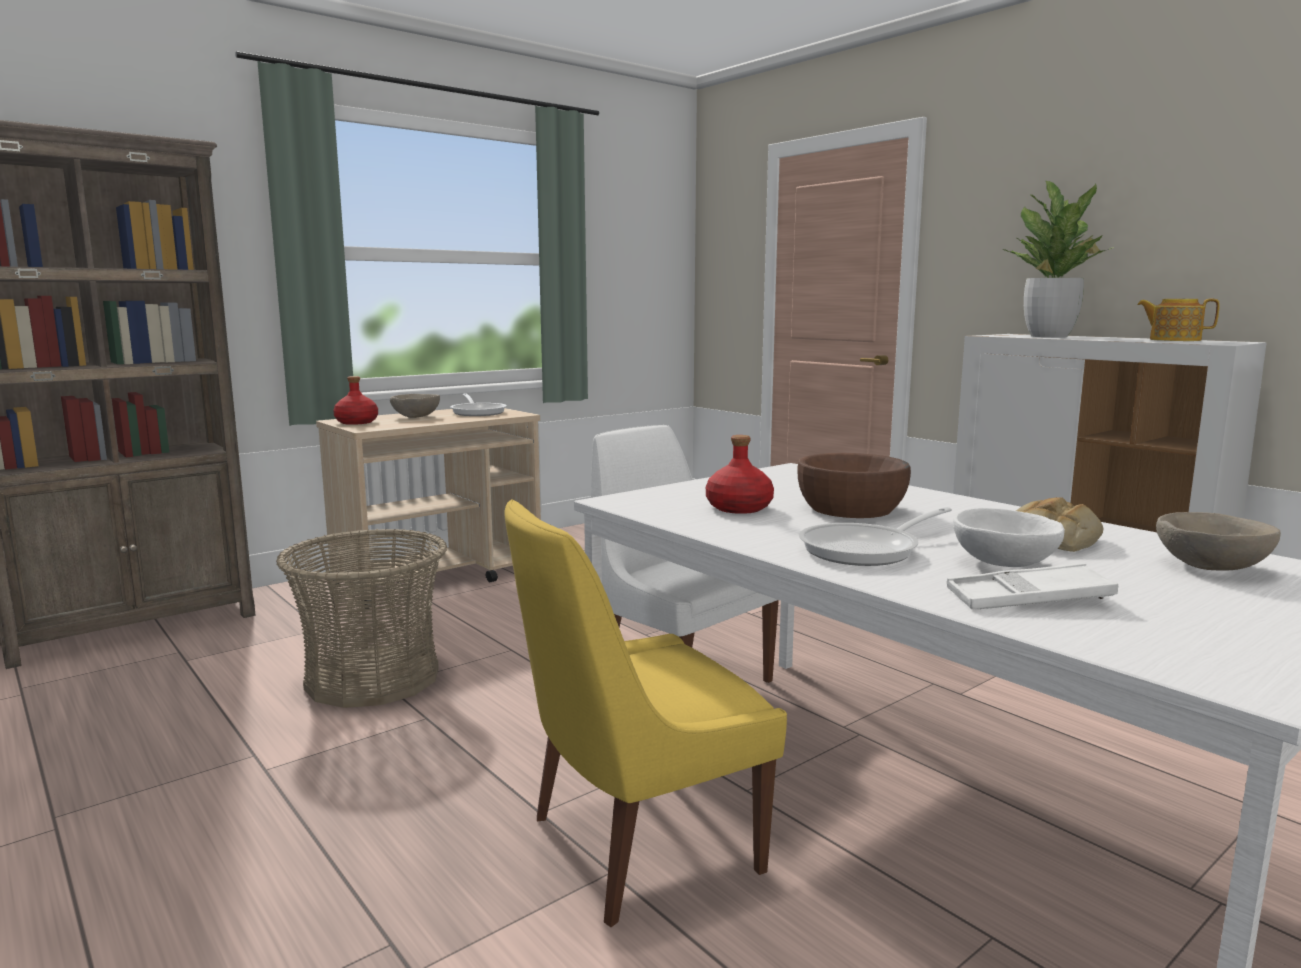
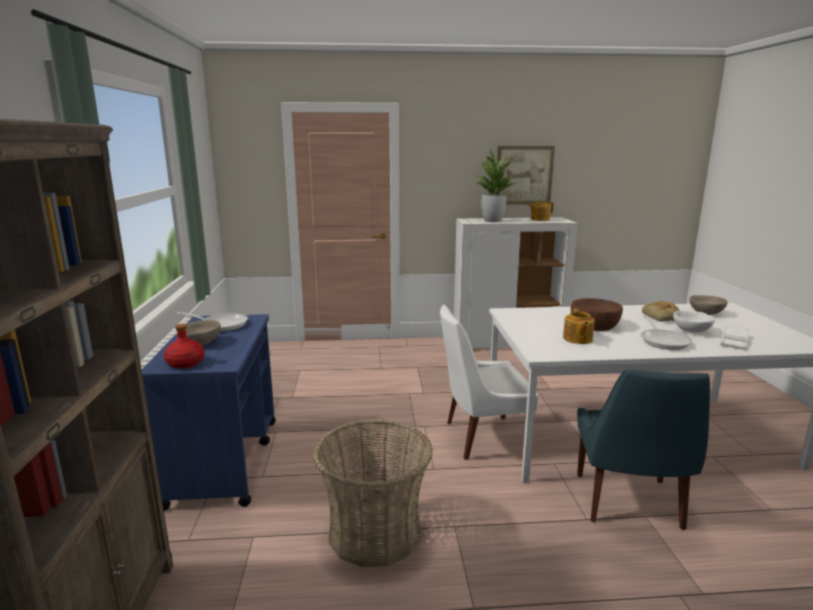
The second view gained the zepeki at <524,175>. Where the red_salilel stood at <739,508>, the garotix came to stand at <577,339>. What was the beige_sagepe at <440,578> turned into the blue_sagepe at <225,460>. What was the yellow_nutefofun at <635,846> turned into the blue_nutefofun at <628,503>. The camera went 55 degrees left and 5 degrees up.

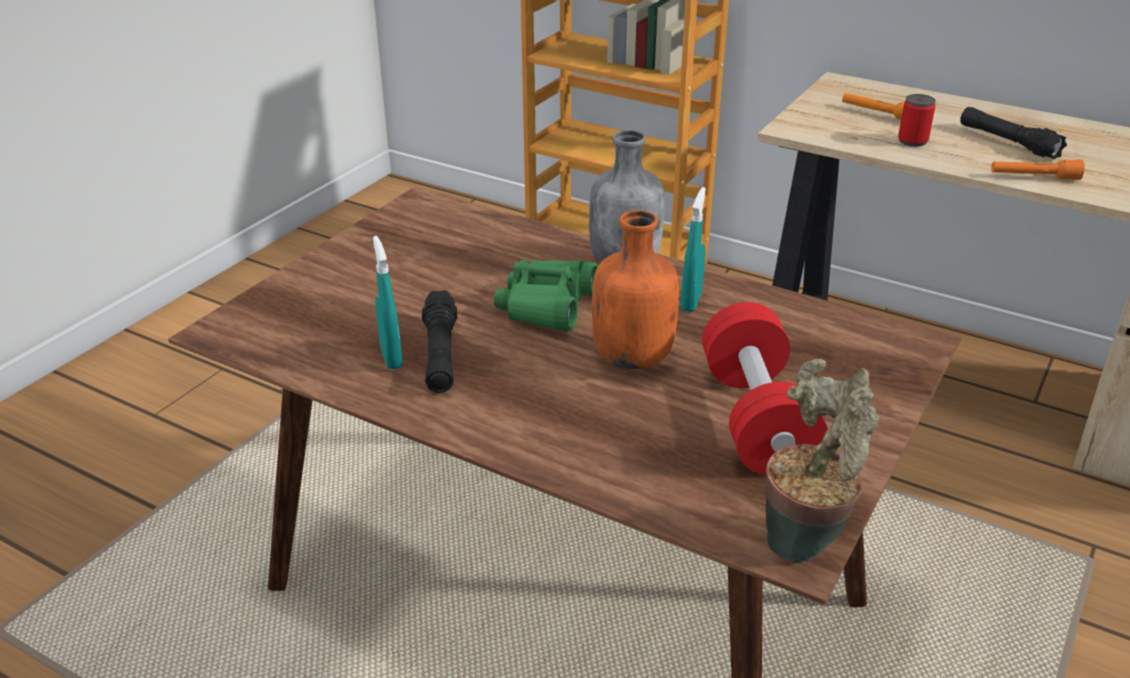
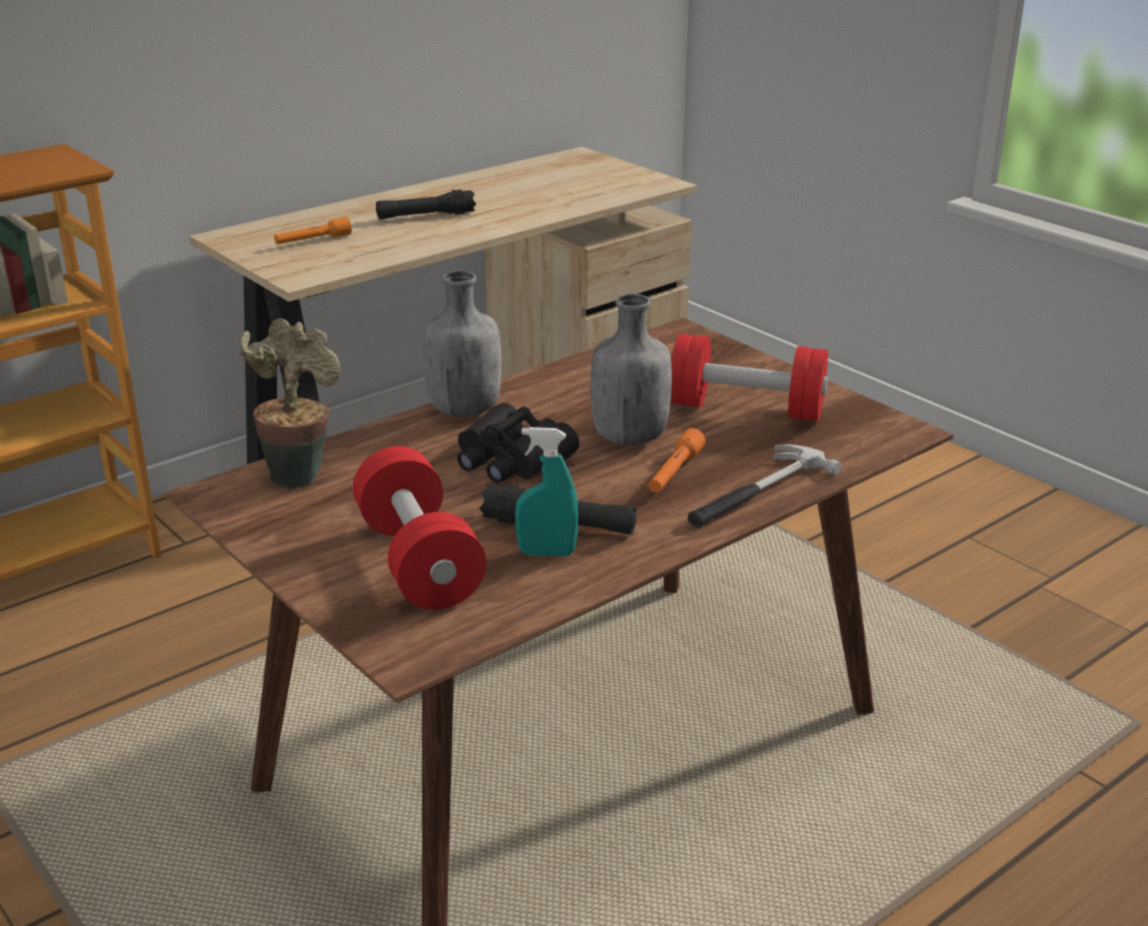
The second view lost the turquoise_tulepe at <691,302>. The second view lost the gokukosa at <912,141>. The second view gained the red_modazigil at <419,561>. The second view gained the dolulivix at <756,493>. The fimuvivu ended up elsewhere, having gone from <807,542> to <299,472>. The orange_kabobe ended up elsewhere, having gone from <1034,177> to <674,473>. What was the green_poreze at <547,306> turned into the black_poreze at <511,459>. What was the orange_salilel at <633,357> turned into the grey_salilel at <628,437>. The camera went 70 degrees left and 5 degrees down.

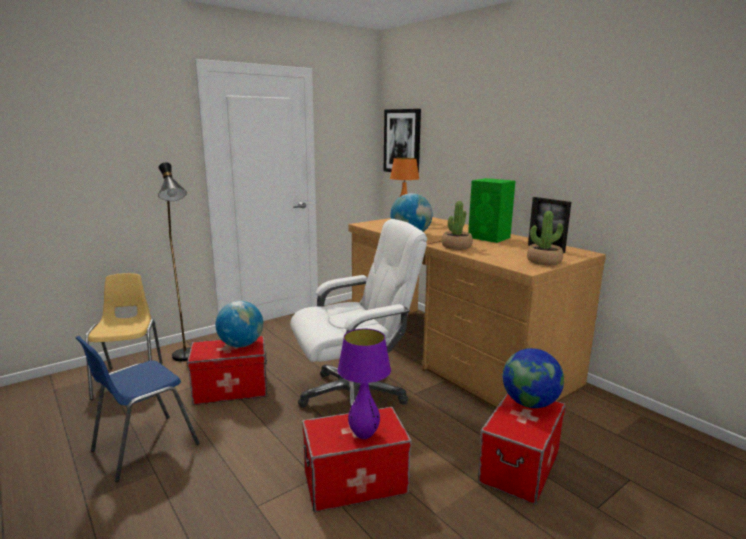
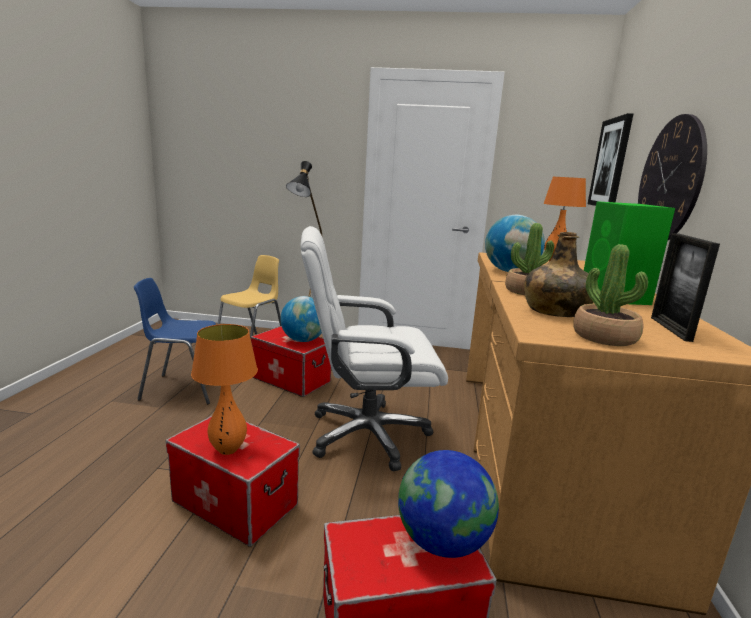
The second view gained the green_salilel at <554,311>. The second view gained the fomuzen at <670,180>. What was the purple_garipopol at <363,435> turned into the orange_garipopol at <228,450>. The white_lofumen at <354,395> ended up facing another way, 150 degrees clockwise from before. The camera went 45 degrees right and 0 degrees up.

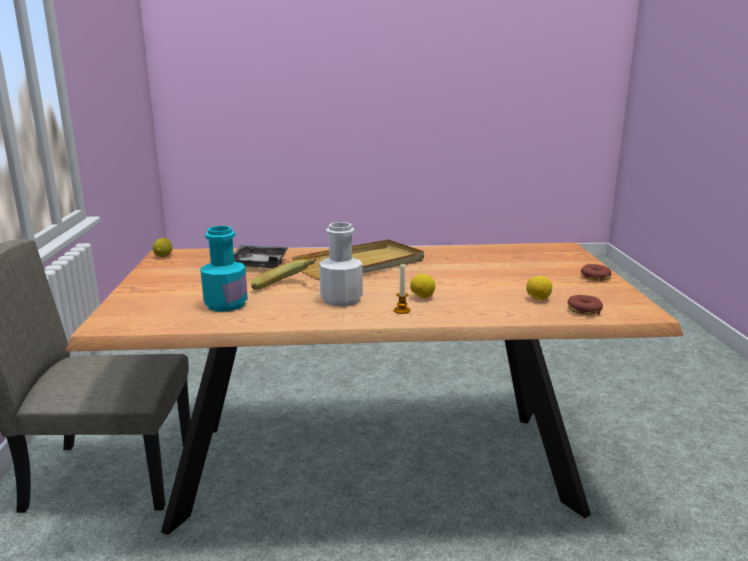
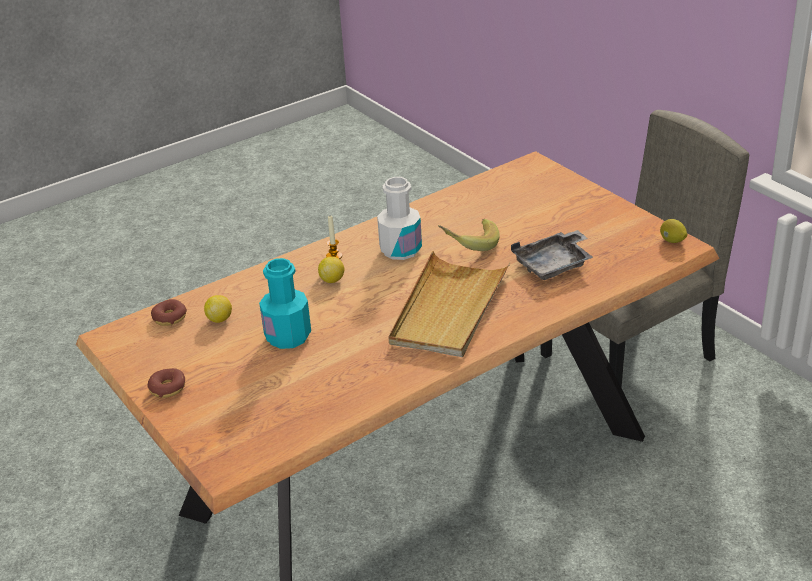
The turquoise_salilel ended up elsewhere, having gone from <226,304> to <288,336>. The camera went 150 degrees right and 15 degrees up.

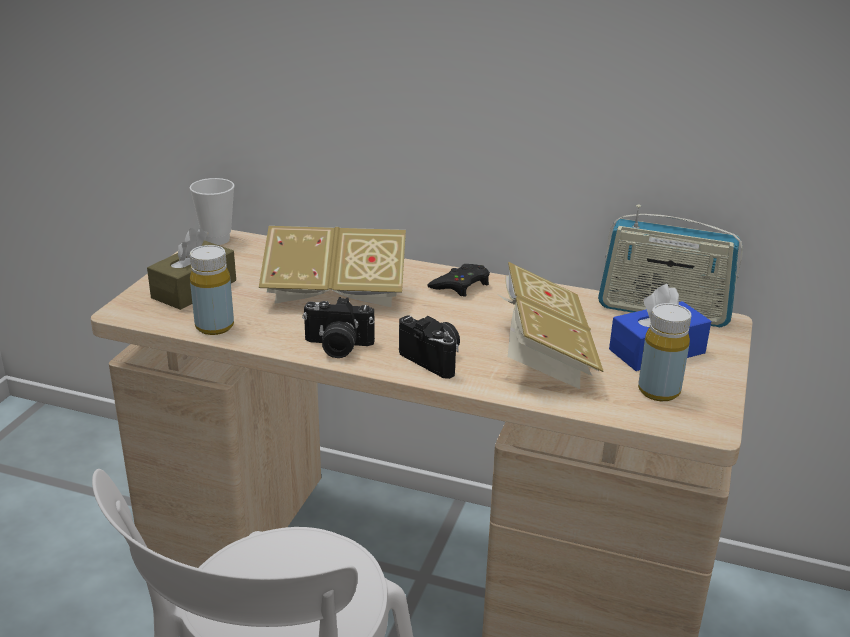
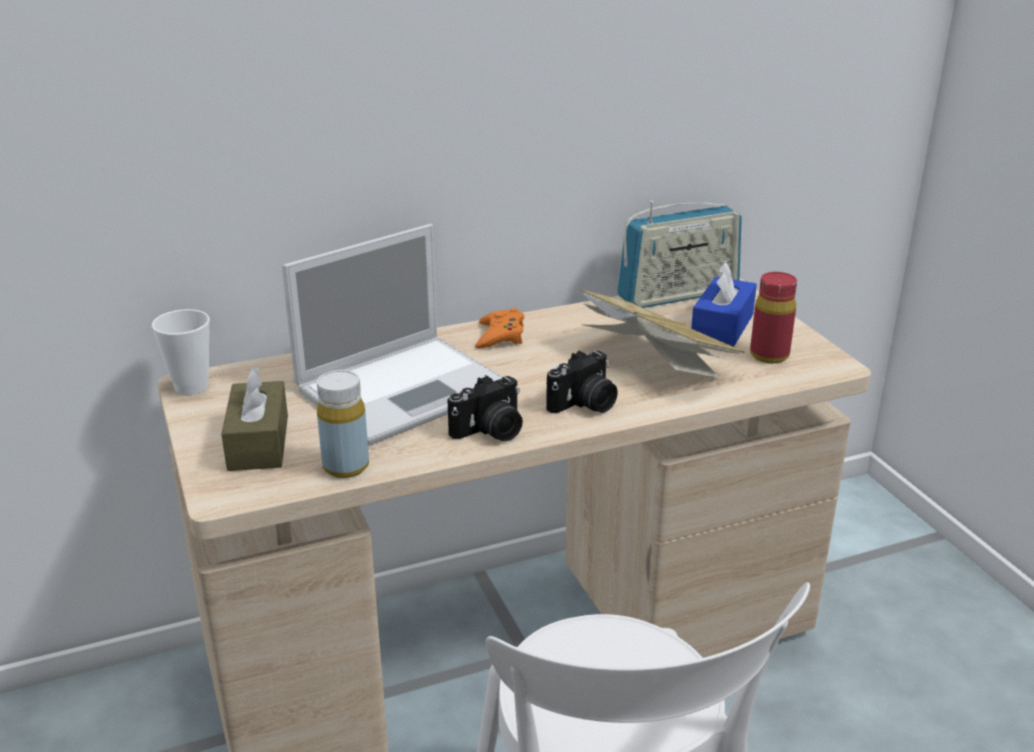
Where the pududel stood at <335,294>, the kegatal came to stand at <406,388>. What was the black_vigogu at <461,285> turned into the orange_vigogu at <500,336>. What was the yellow_salilel at <658,391> turned into the red_salilel at <769,355>. The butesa at <435,359> ended up facing another way, 135 degrees clockwise from before. The camera went 40 degrees left and 0 degrees up.

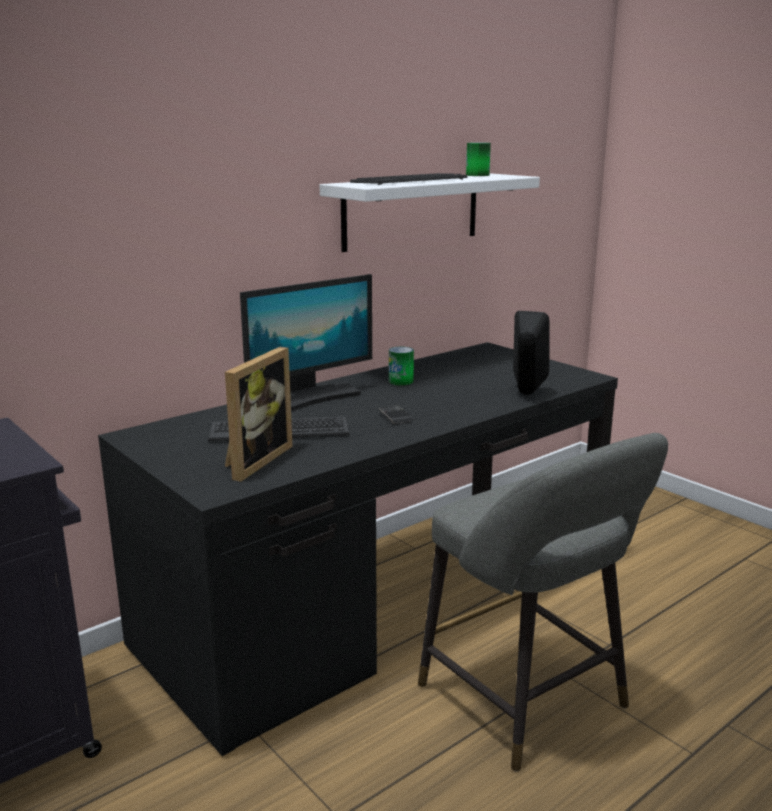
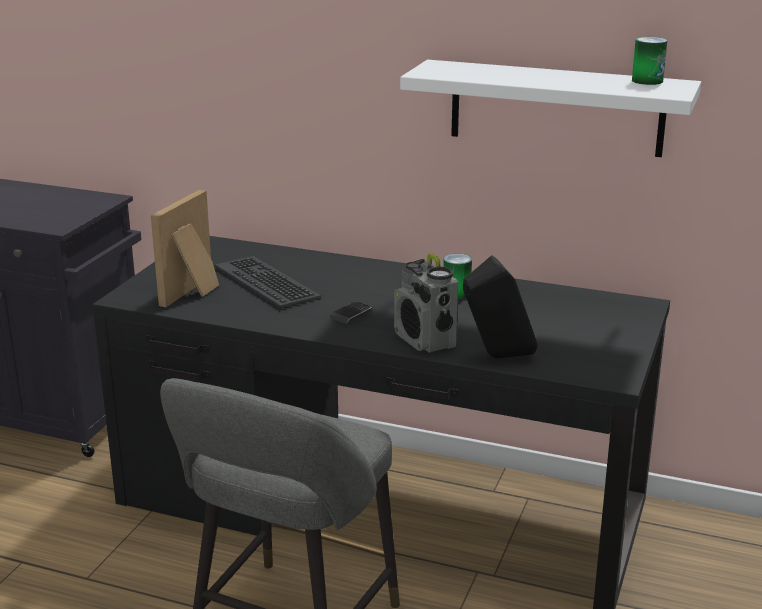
The second view lost the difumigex at <311,398>. The second view lost the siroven at <409,180>. The second view gained the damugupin at <425,341>. The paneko at <253,460> ended up facing another way, 120 degrees clockwise from before. The camera went 60 degrees right and 5 degrees up.

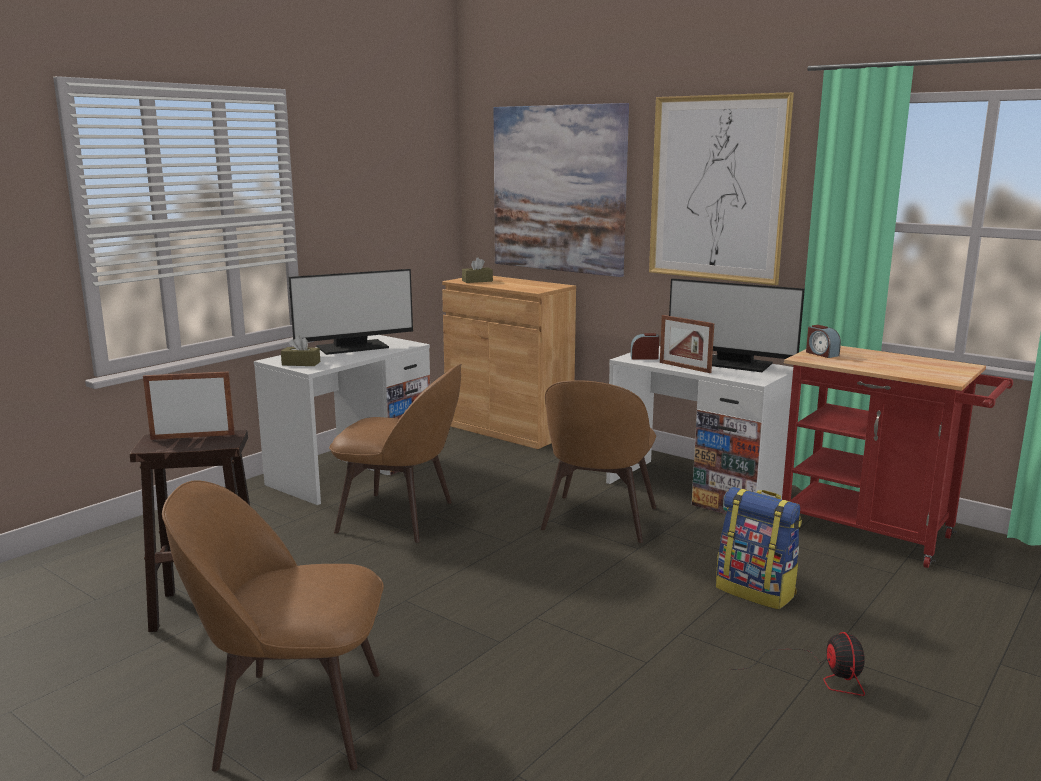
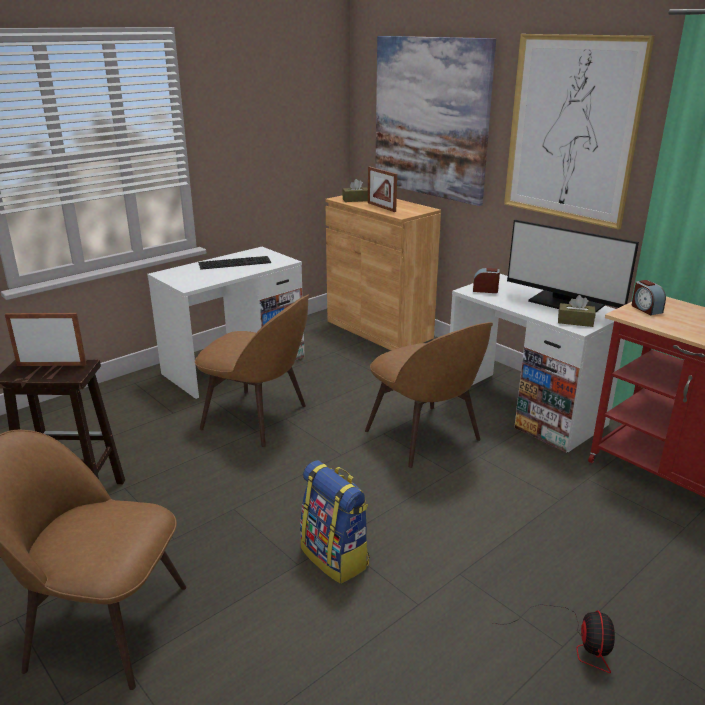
The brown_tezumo ended up elsewhere, having gone from <301,363> to <575,321>. The paneko ended up elsewhere, having gone from <684,367> to <381,207>. The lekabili ended up elsewhere, having gone from <756,591> to <336,557>. Where the difumigex stood at <353,347>, the siroven came to stand at <235,262>. The brown_nutefofun at <598,520> ended up facing another way, 60 degrees counterclockwise from before. The camera went 10 degrees right and 10 degrees up.

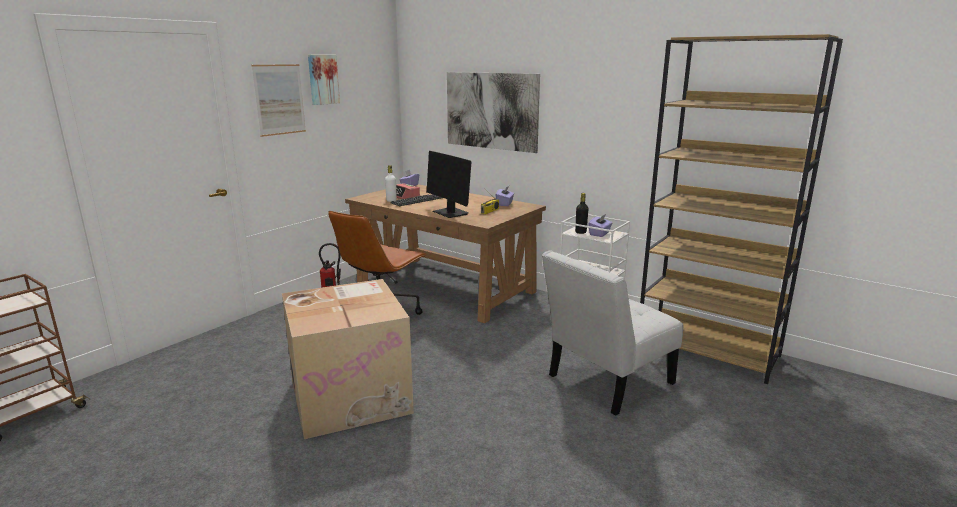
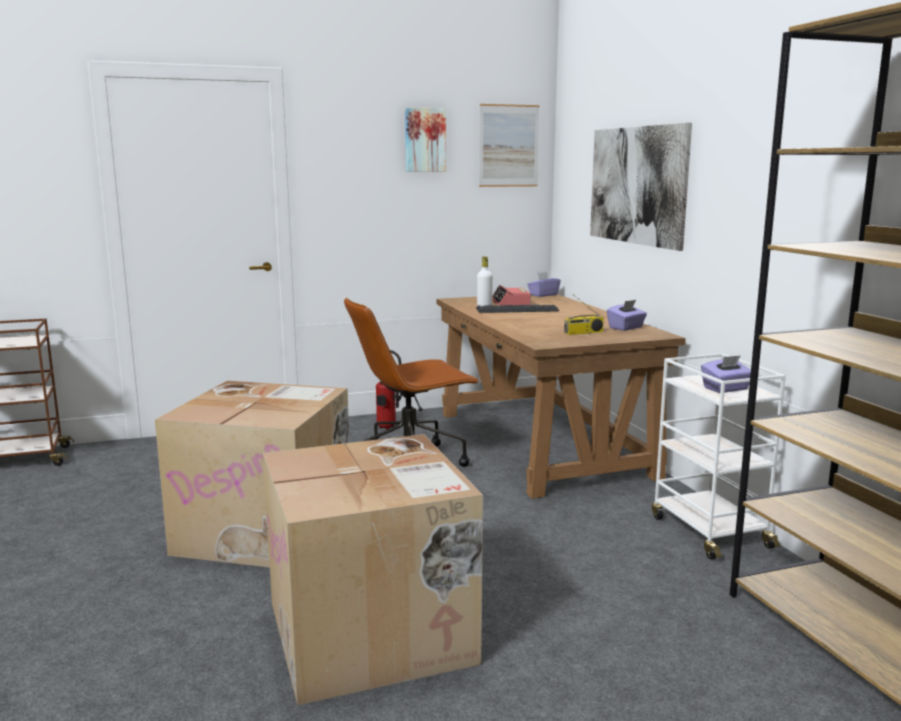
The second view lost the difumigex at <450,213>. The second view lost the white_nutefofun at <605,382>. The second view lost the black_salilel at <580,232>. The second view gained the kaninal at <373,633>. The zepeki ended up elsewhere, having gone from <279,99> to <508,146>. The camera went 35 degrees right and 5 degrees down.

